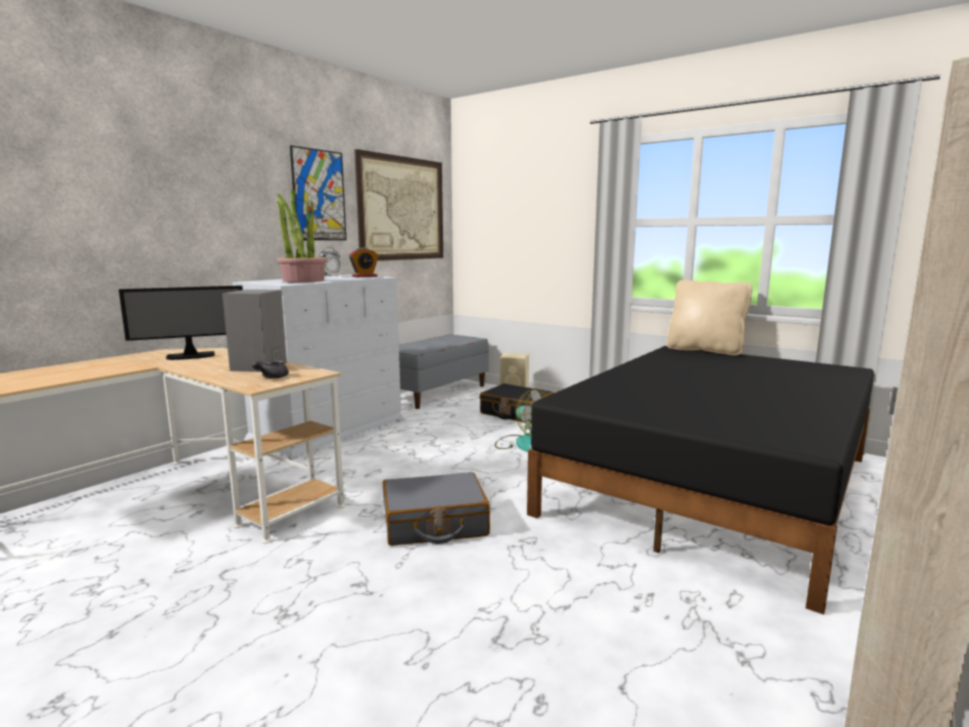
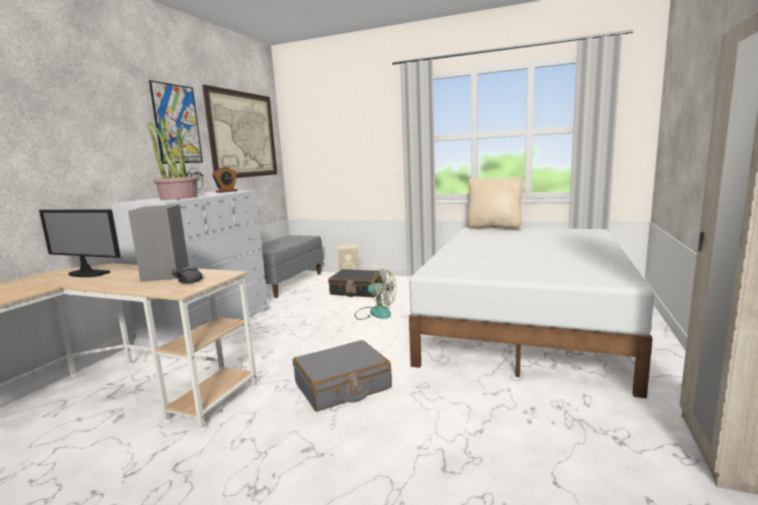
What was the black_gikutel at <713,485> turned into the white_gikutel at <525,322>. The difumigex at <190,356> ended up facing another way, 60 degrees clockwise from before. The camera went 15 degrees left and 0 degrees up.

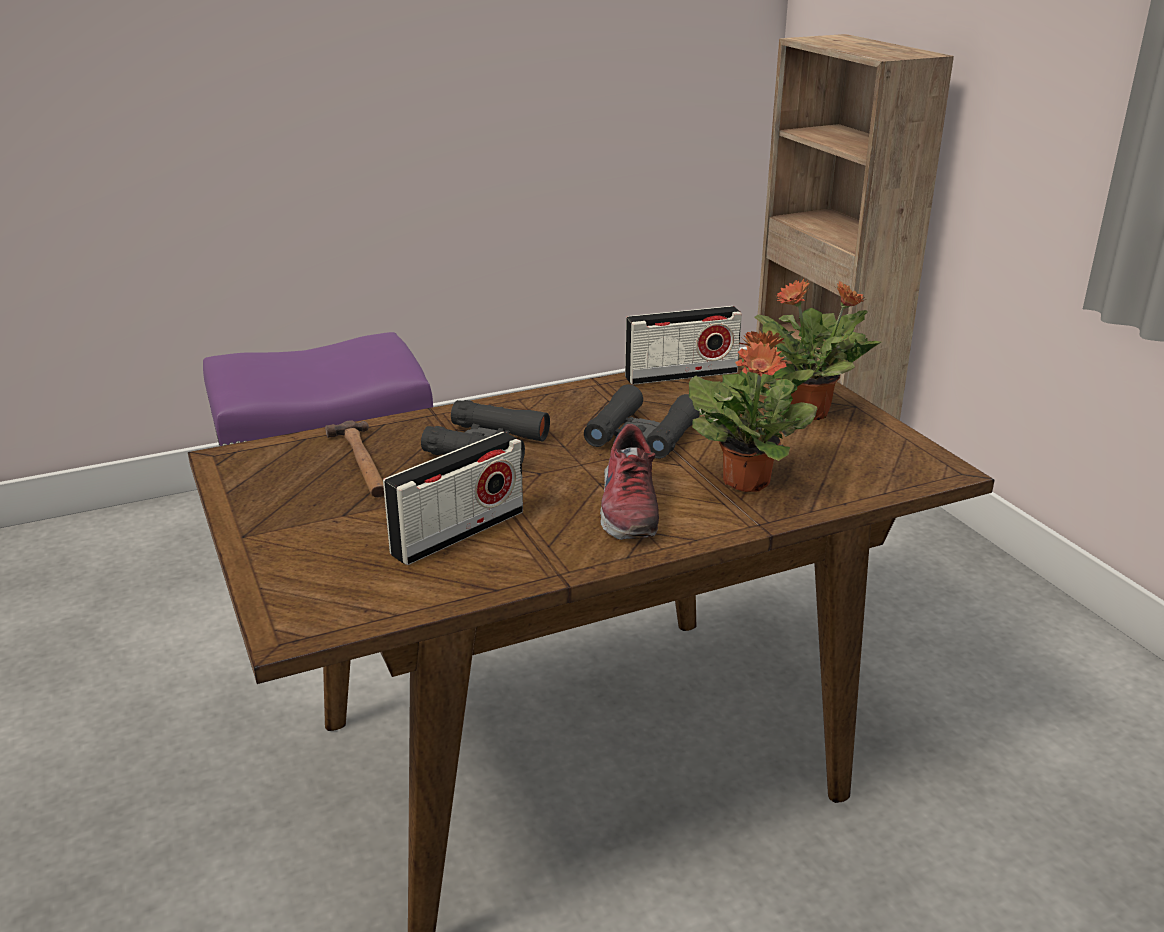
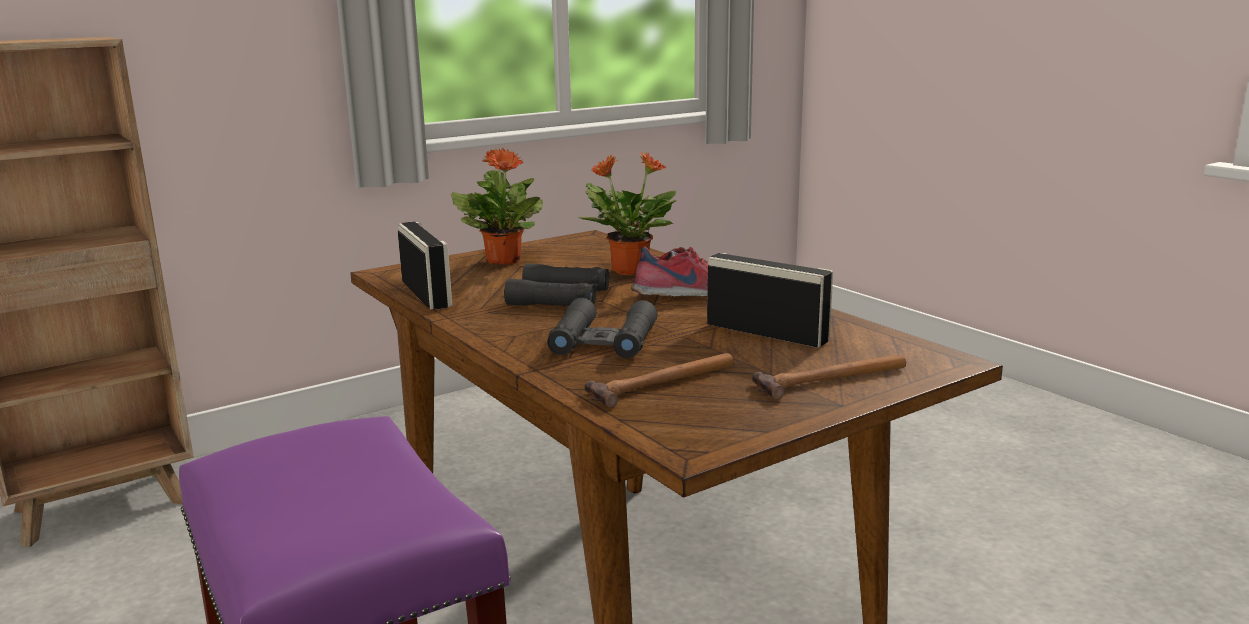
The second view gained the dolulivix at <832,379>. The camera went 100 degrees left and 10 degrees down.

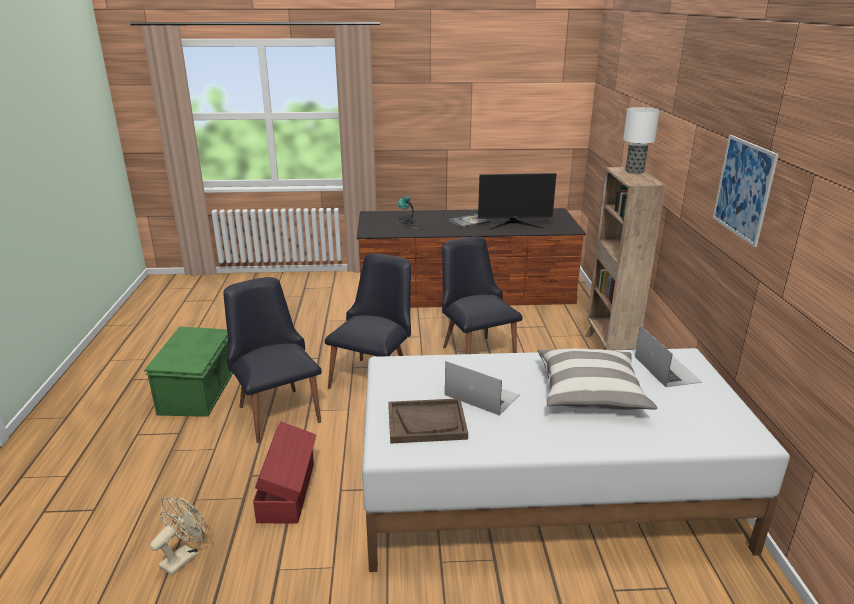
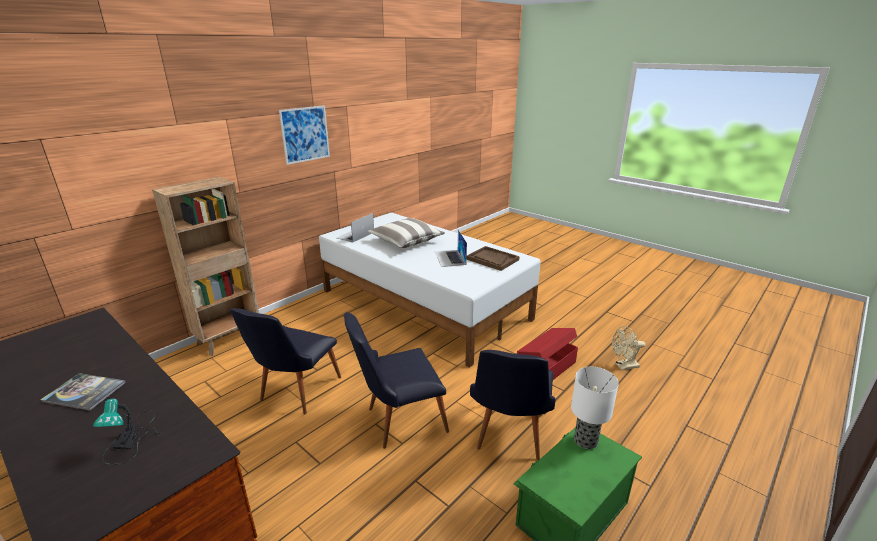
The second view lost the difumigex at <514,225>. The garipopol ended up elsewhere, having gone from <635,171> to <585,440>. The camera went 135 degrees left and 0 degrees up.

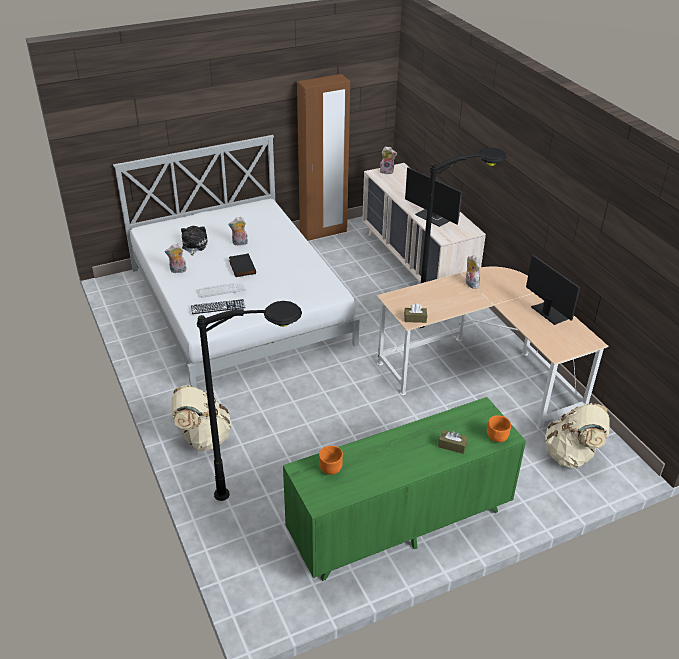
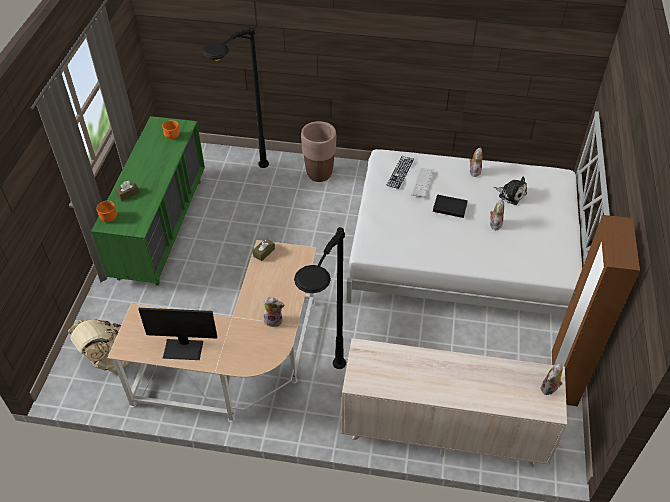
The second view lost the difumigex at <434,218>. Where the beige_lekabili stood at <203,438>, the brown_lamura came to stand at <319,174>. The camera went 125 degrees right and 10 degrees up.

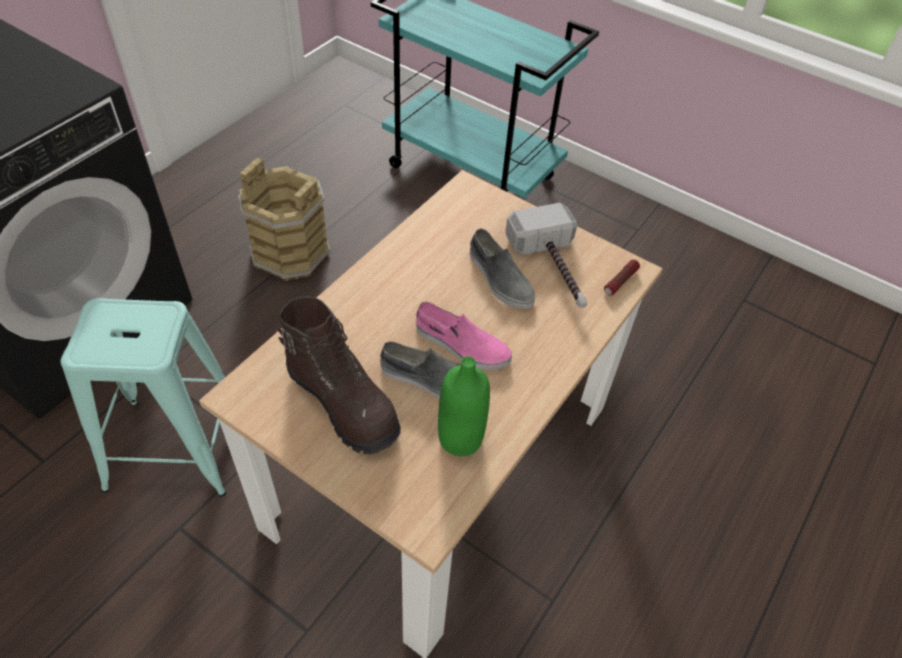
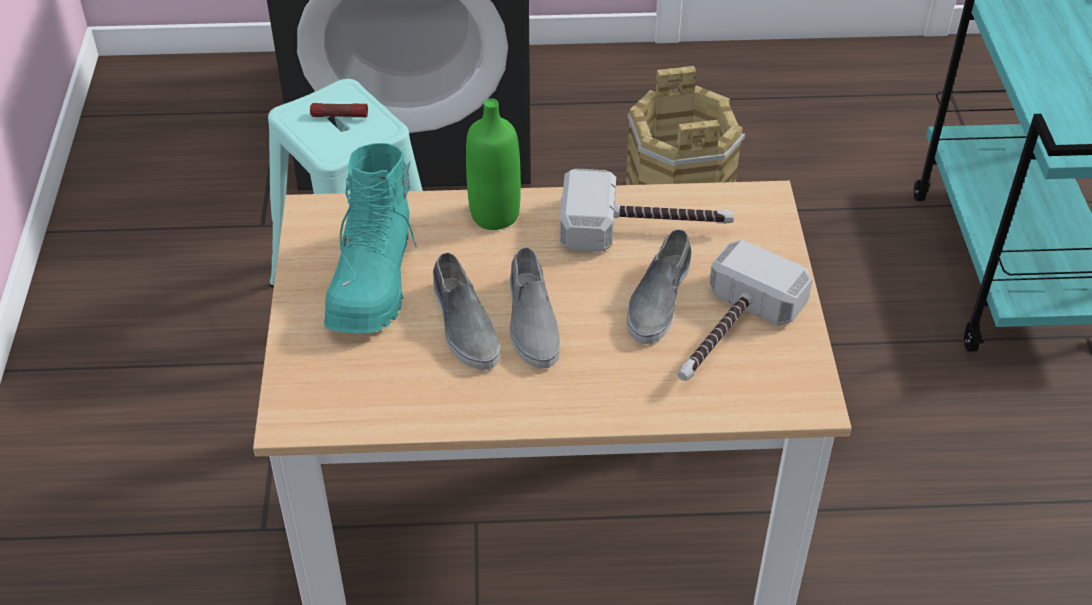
The second view gained the dolulivix at <645,228>. The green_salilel ended up elsewhere, having gone from <460,438> to <494,215>. The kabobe ended up elsewhere, having gone from <620,282> to <339,116>. What was the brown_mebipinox at <344,402> turned into the turquoise_mebipinox at <374,282>. What was the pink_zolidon at <461,345> turned into the grey_zolidon at <531,321>. The camera went 55 degrees right and 5 degrees down.

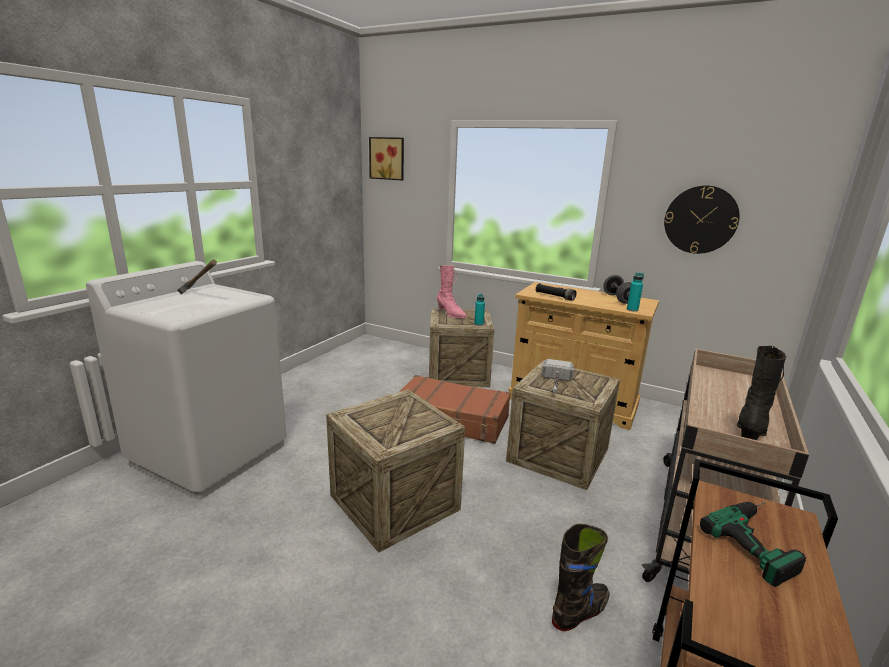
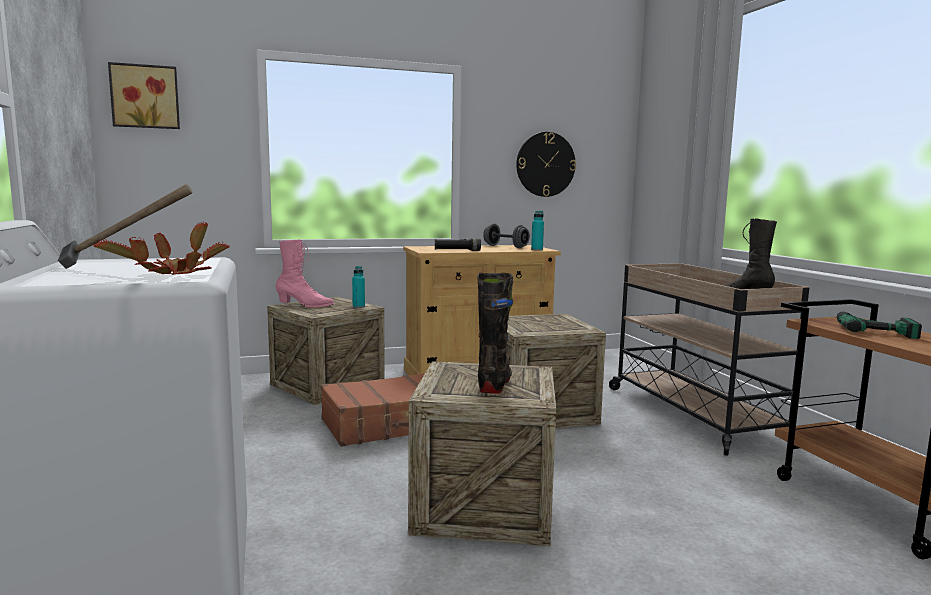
The second view lost the dolulivix at <555,384>. The second view gained the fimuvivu at <172,275>. The black_mebipinox ended up elsewhere, having gone from <580,612> to <494,384>. The camera went 45 degrees left and 10 degrees down.

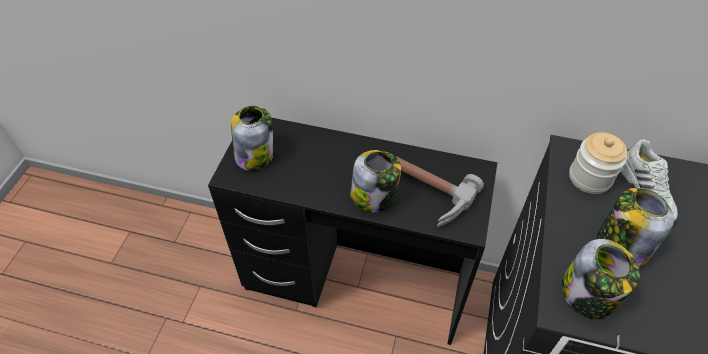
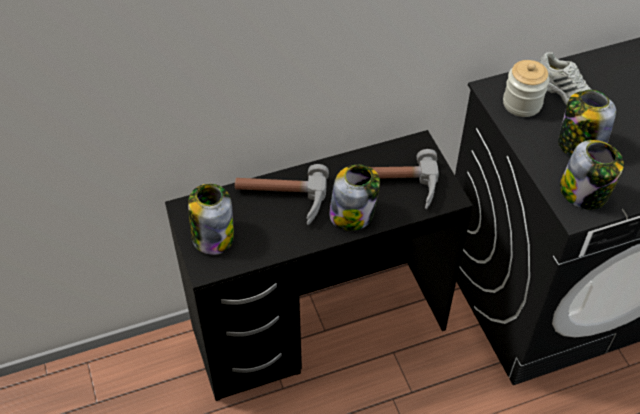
The second view gained the dolulivix at <280,200>. The camera went 35 degrees left and 0 degrees up.

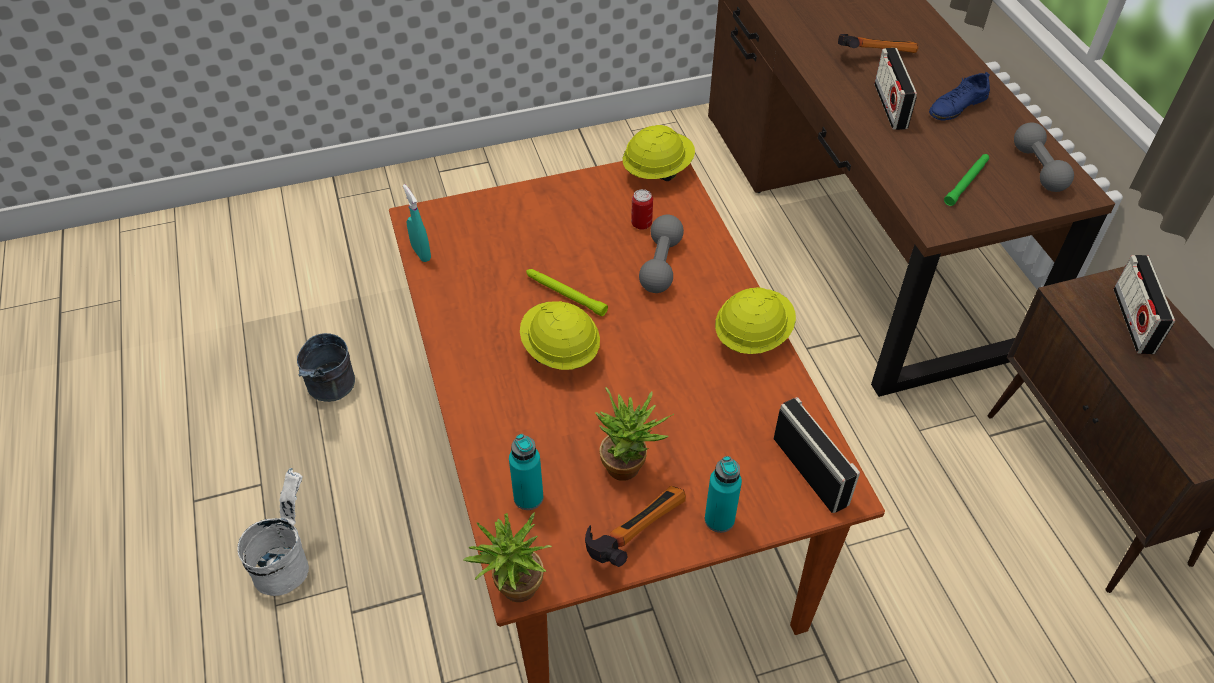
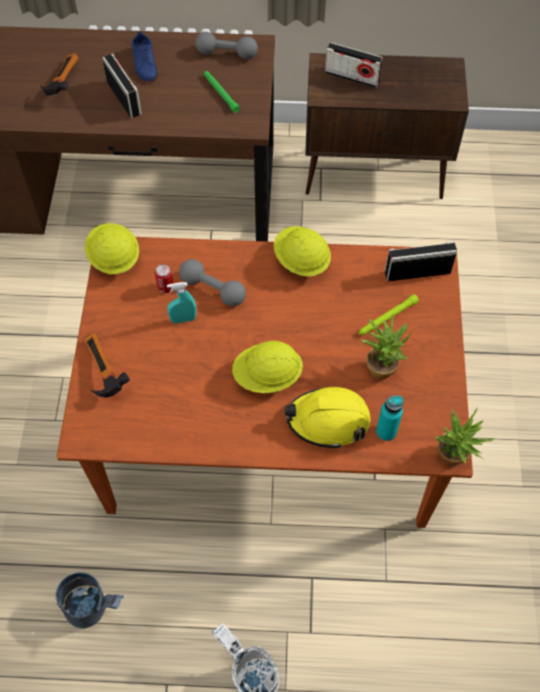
The second view lost the turquoise_salilel at <719,519>. The second view gained the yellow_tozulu at <328,420>. The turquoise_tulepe ended up elsewhere, having gone from <421,253> to <183,319>. The green_kabobe ended up elsewhere, having gone from <565,294> to <387,318>. The dolulivix ended up elsewhere, having gone from <632,530> to <100,372>. The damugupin at <890,106> ended up facing another way, 135 degrees counterclockwise from before. The camera went 70 degrees left and 10 degrees up.

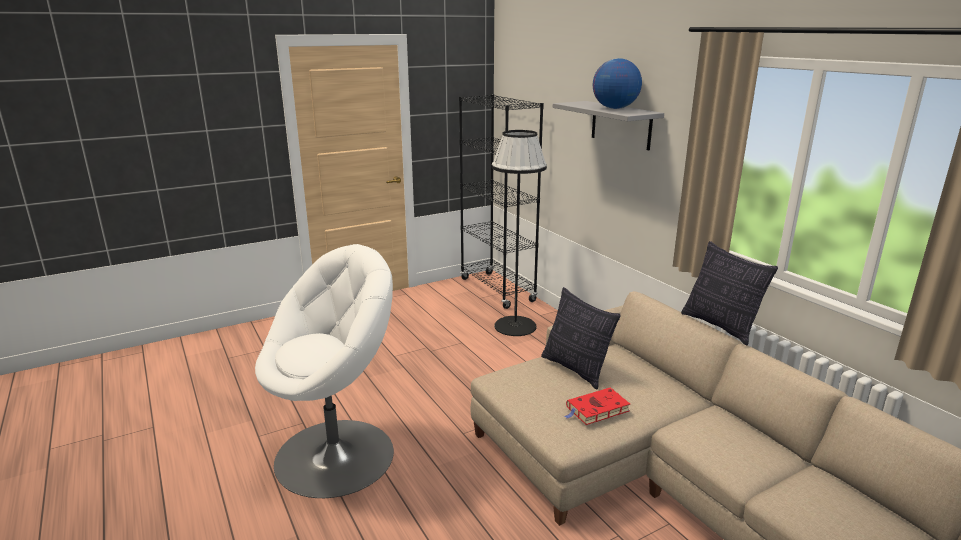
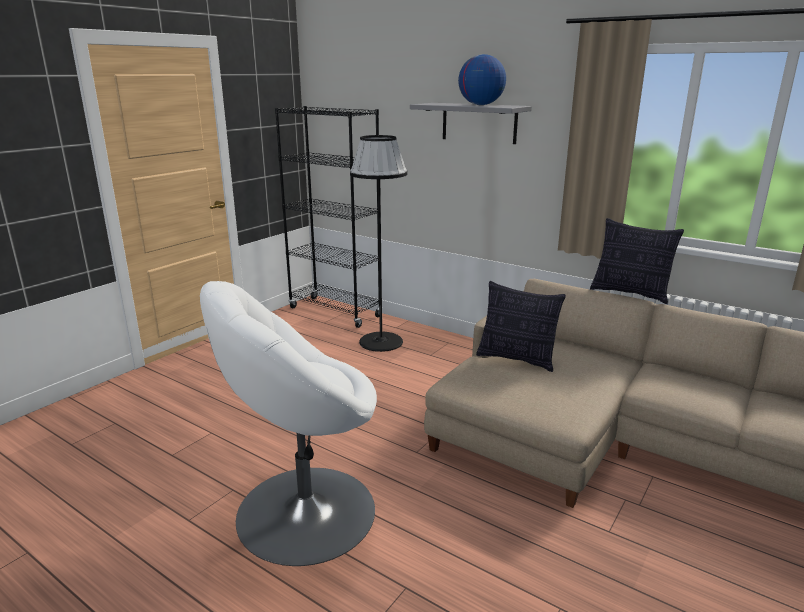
The second view lost the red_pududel at <596,410>. The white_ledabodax at <337,455> ended up facing another way, 150 degrees counterclockwise from before. The camera went 25 degrees left and 0 degrees up.

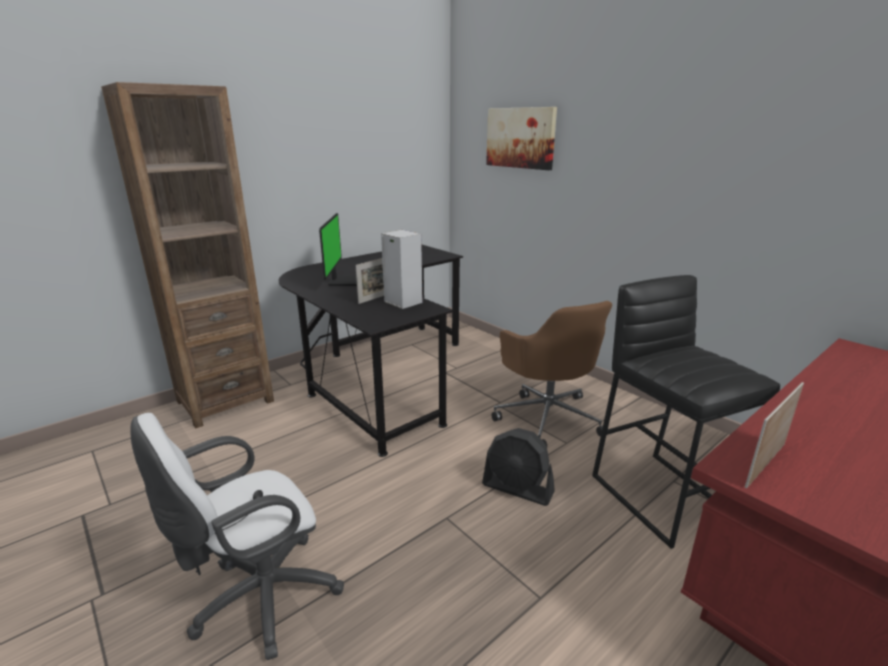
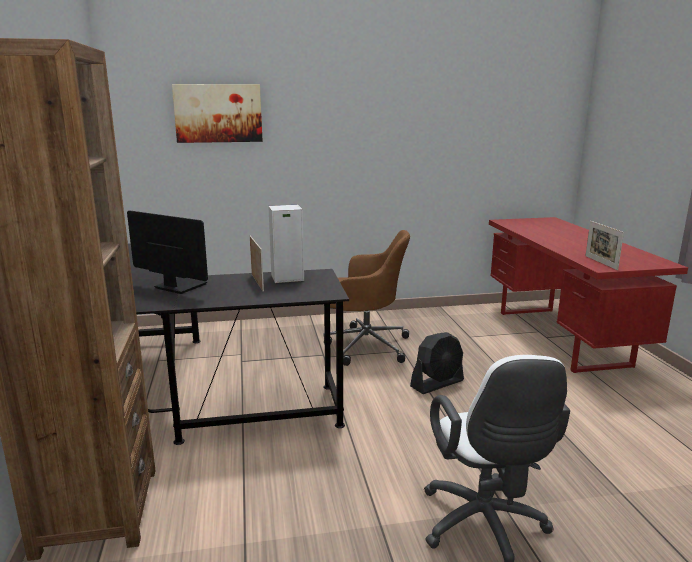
The second view lost the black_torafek at <662,495>. The camera went 60 degrees left and 5 degrees down.

